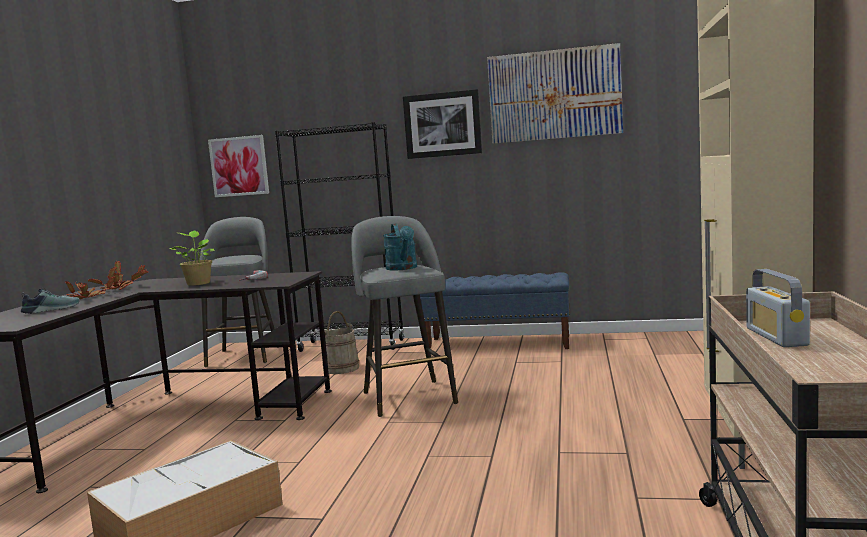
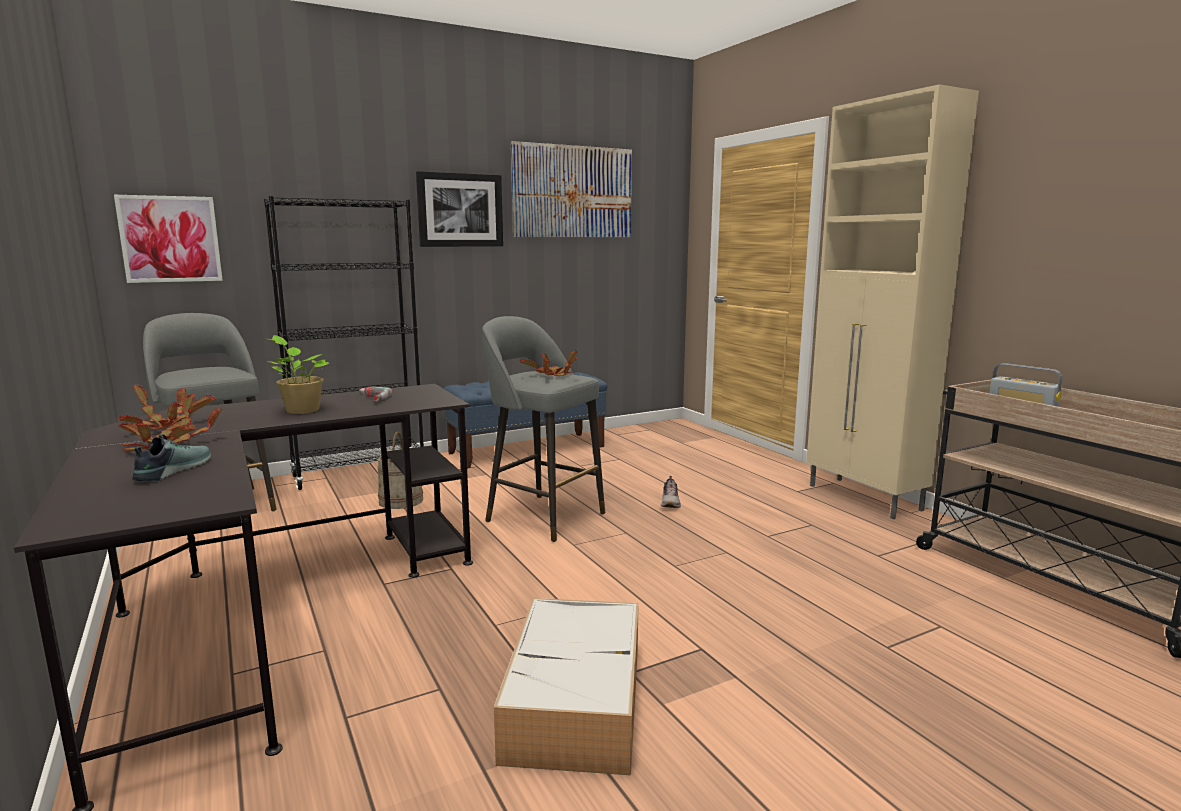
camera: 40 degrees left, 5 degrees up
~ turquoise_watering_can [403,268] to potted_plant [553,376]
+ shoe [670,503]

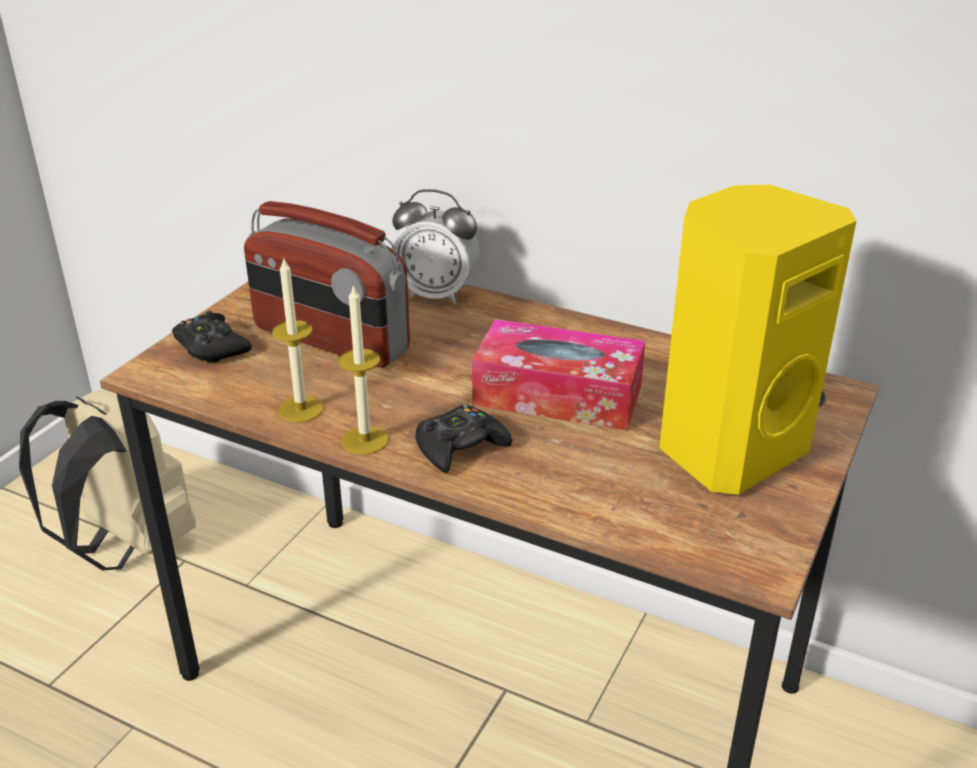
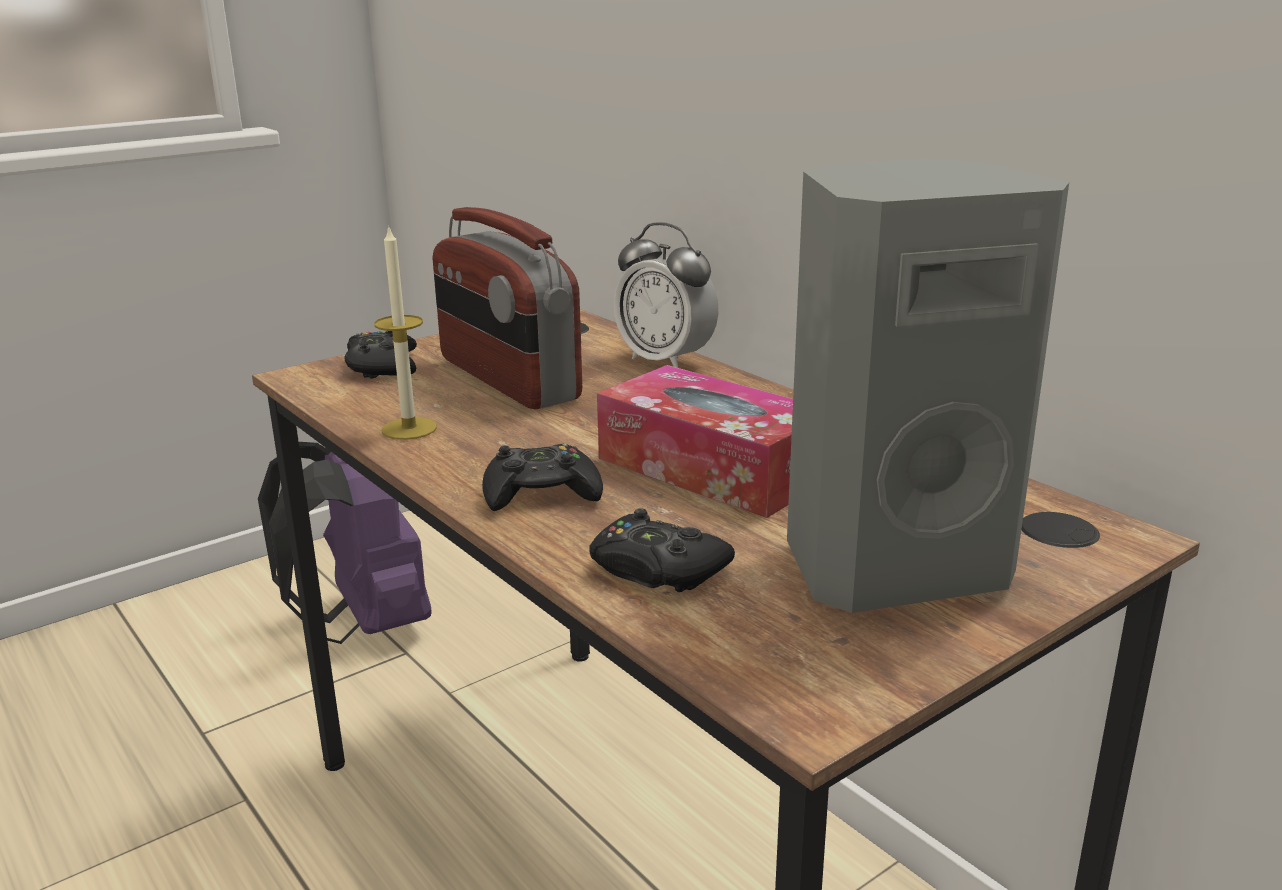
camera: 25 degrees right, 10 degrees down
~ yellow_speaker [727,449] to grey_speaker [889,565]
- candle [365,440]
~ beige_backpack [127,545] to purple_backpack [363,624]
+ black_game_controller [656,569]

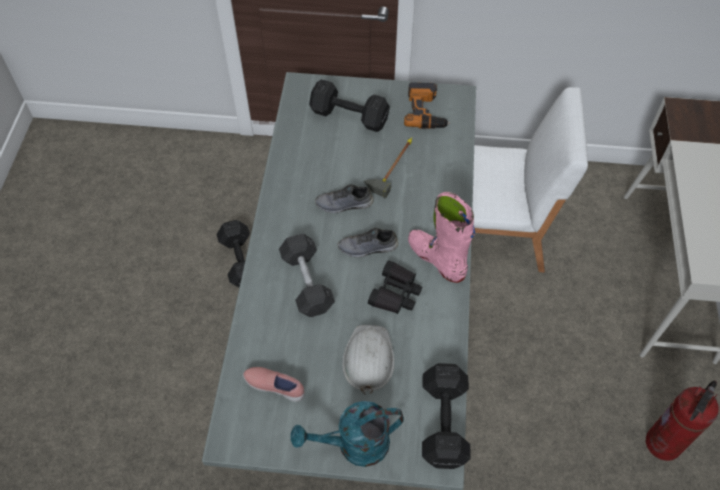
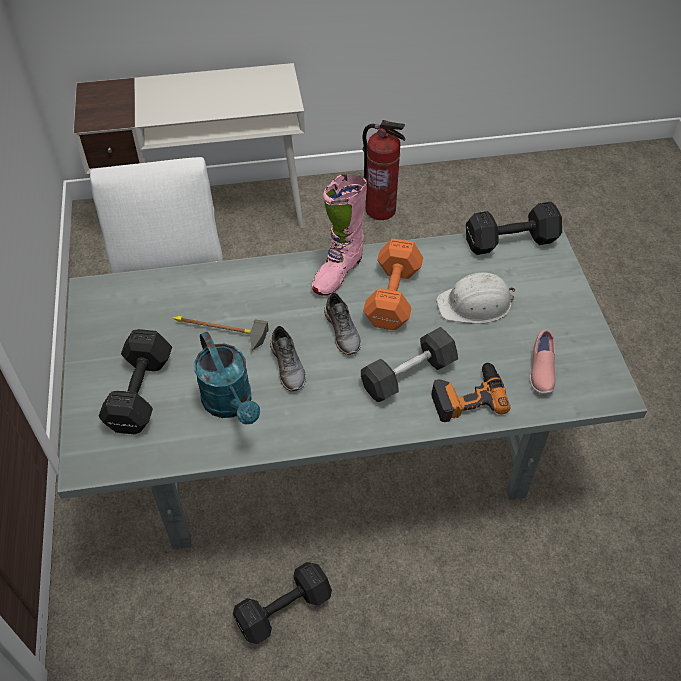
camera: 105 degrees left, 5 degrees down
~ power_drill [426,111] to [467,396]
~ black_binoculars [395,293] to orange_dumbbell [391,298]
~ turquoise_watering_can [354,446] to [231,404]

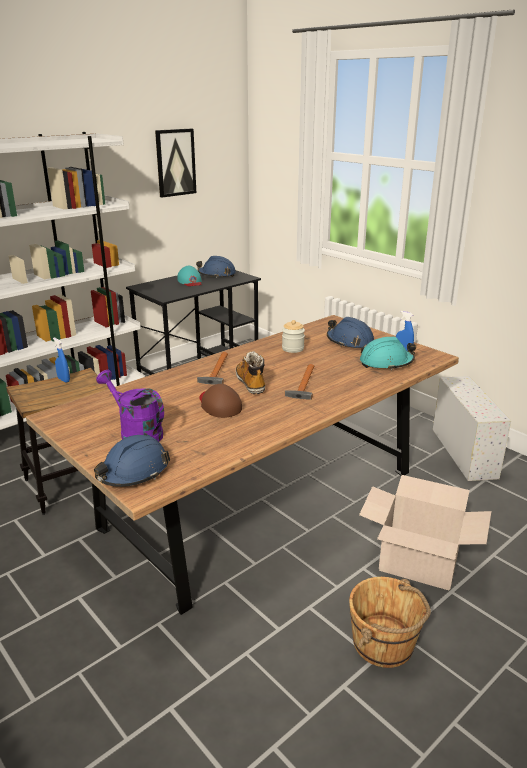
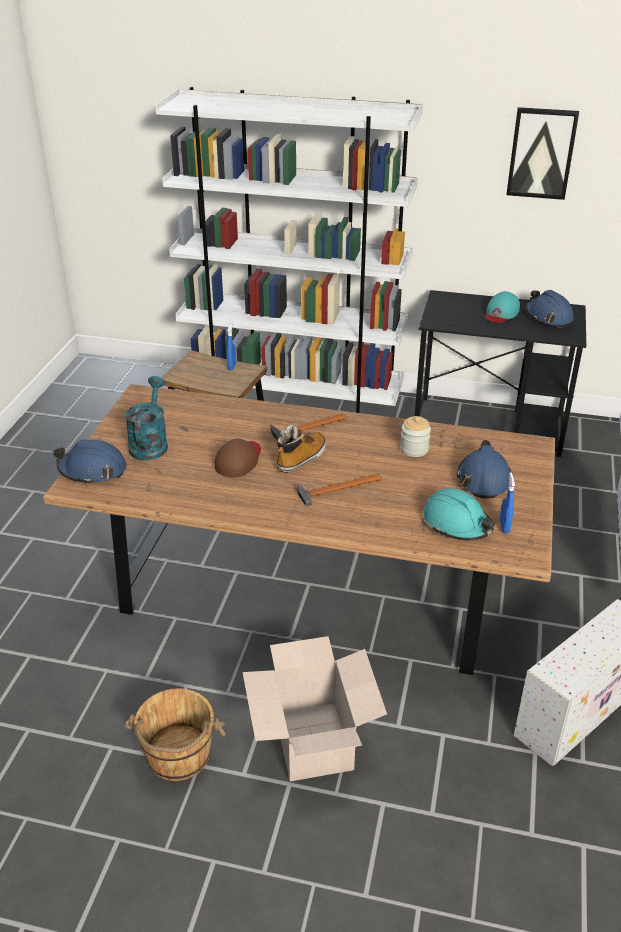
camera: 55 degrees right, 10 degrees up
~ purple_watering_can [136,433] to turquoise_watering_can [150,443]

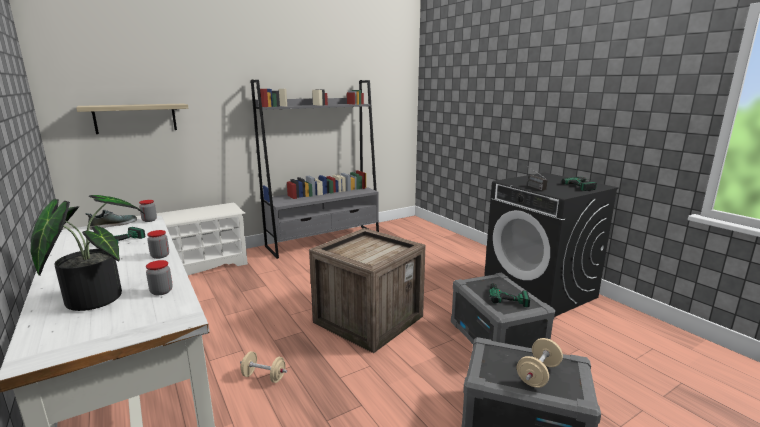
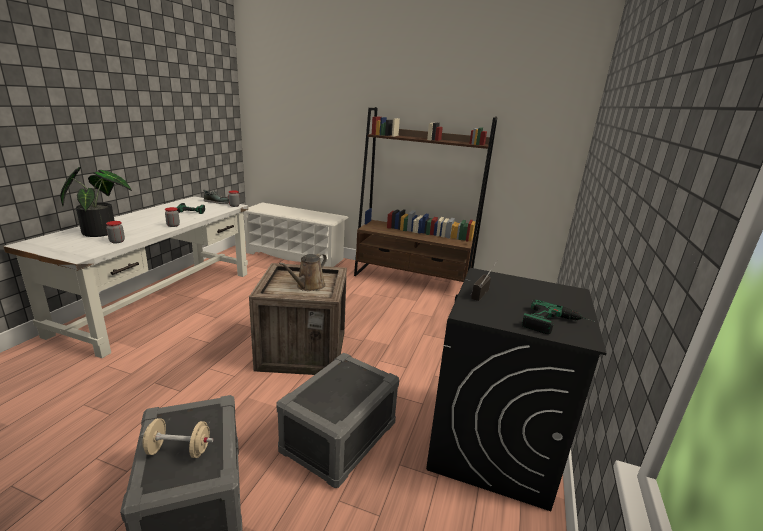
camera: 50 degrees right, 5 degrees up
~ grey_bookcase [324,241] to brown_bookcase [412,280]
- shelf [135,118]
- power_drill [507,295]
- beige_dumbbell [264,377]
+ brown_watering_can [308,286]

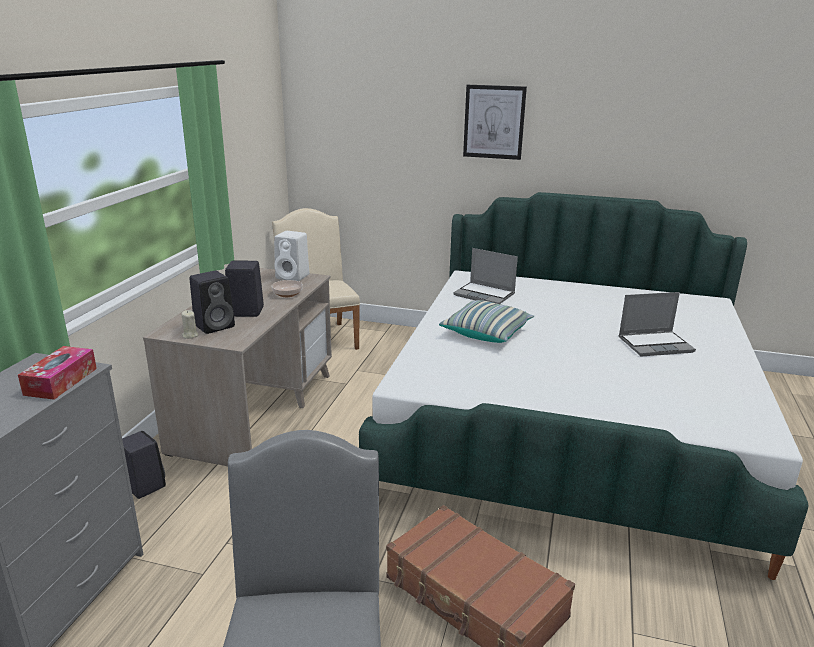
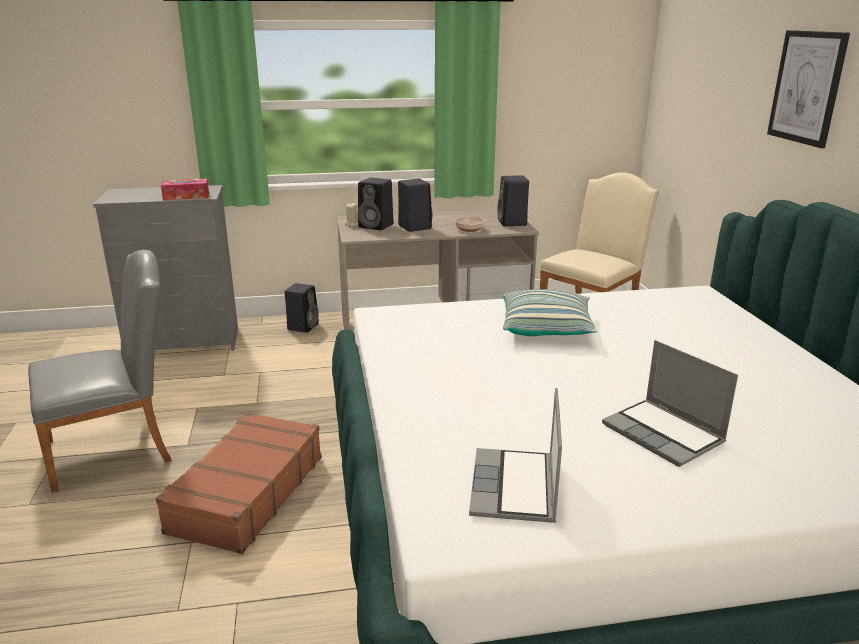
camera: 65 degrees right, 0 degrees up
~ white_speaker [293,276] to black_speaker [512,223]
~ laptop [485,295] to [515,488]

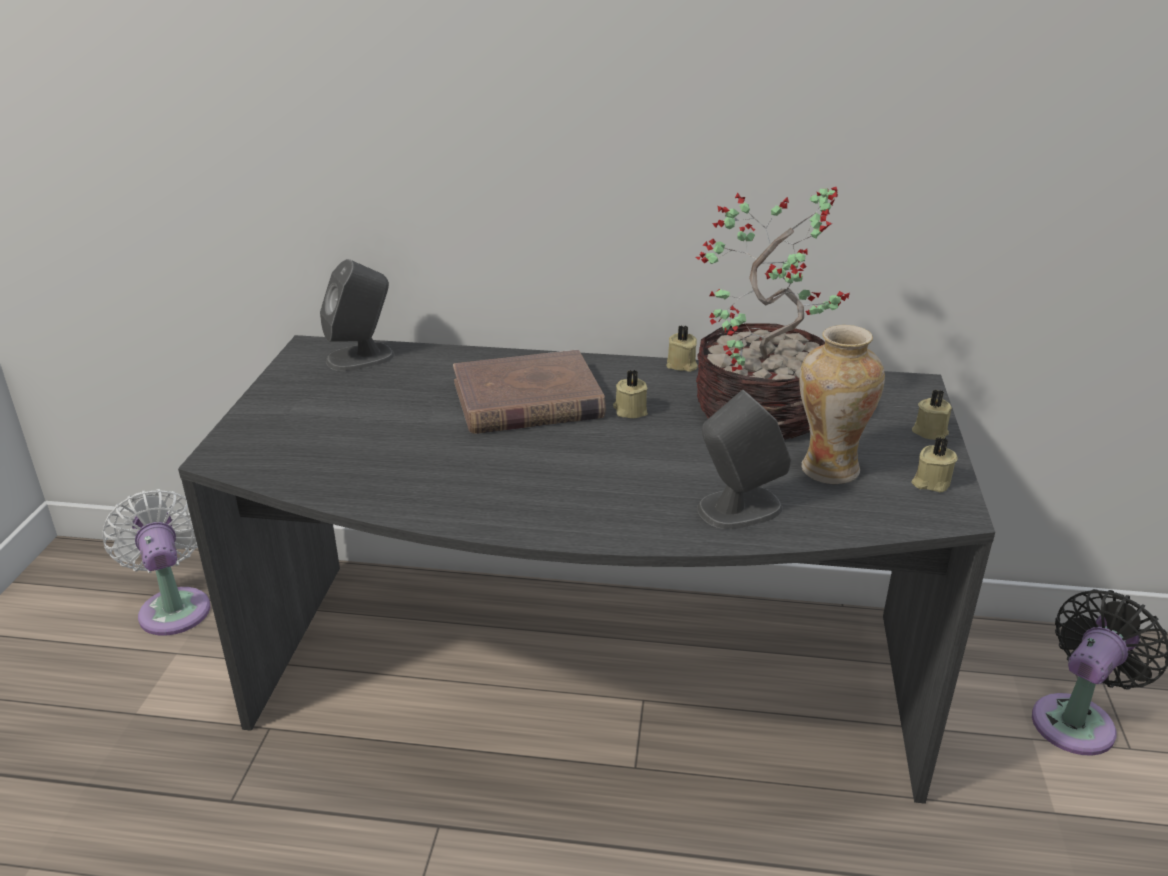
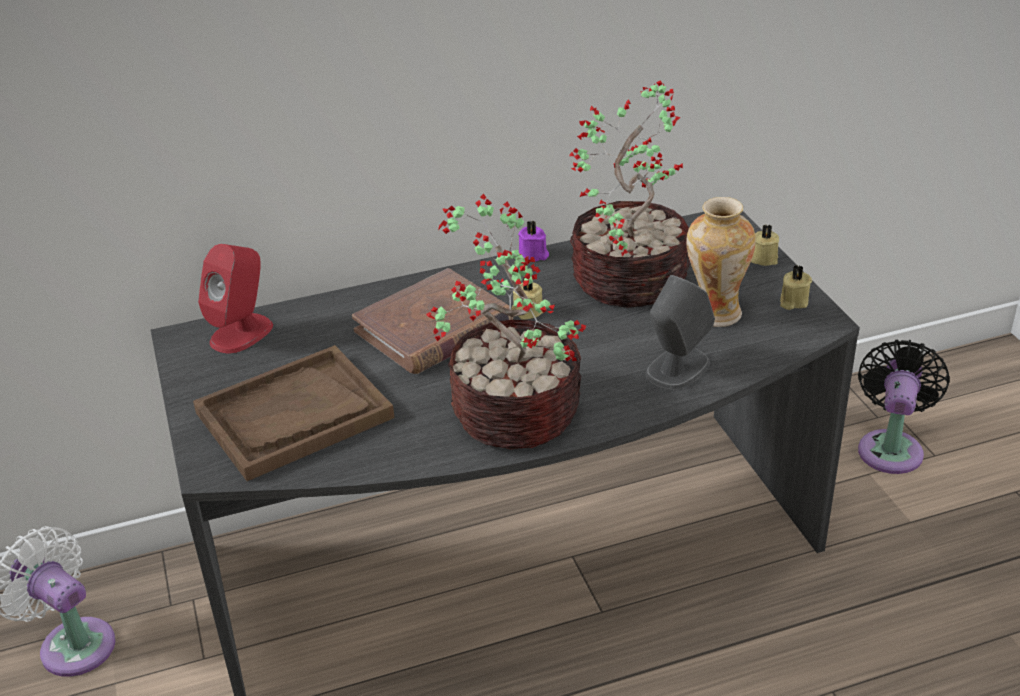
camera: 25 degrees left, 5 degrees up
~ grey_speaker [361,357] to red_speaker [242,333]
~ beige_candle [682,365] to purple_candle [533,255]
+ potted_plant [512,411]
+ brown_tray [294,416]

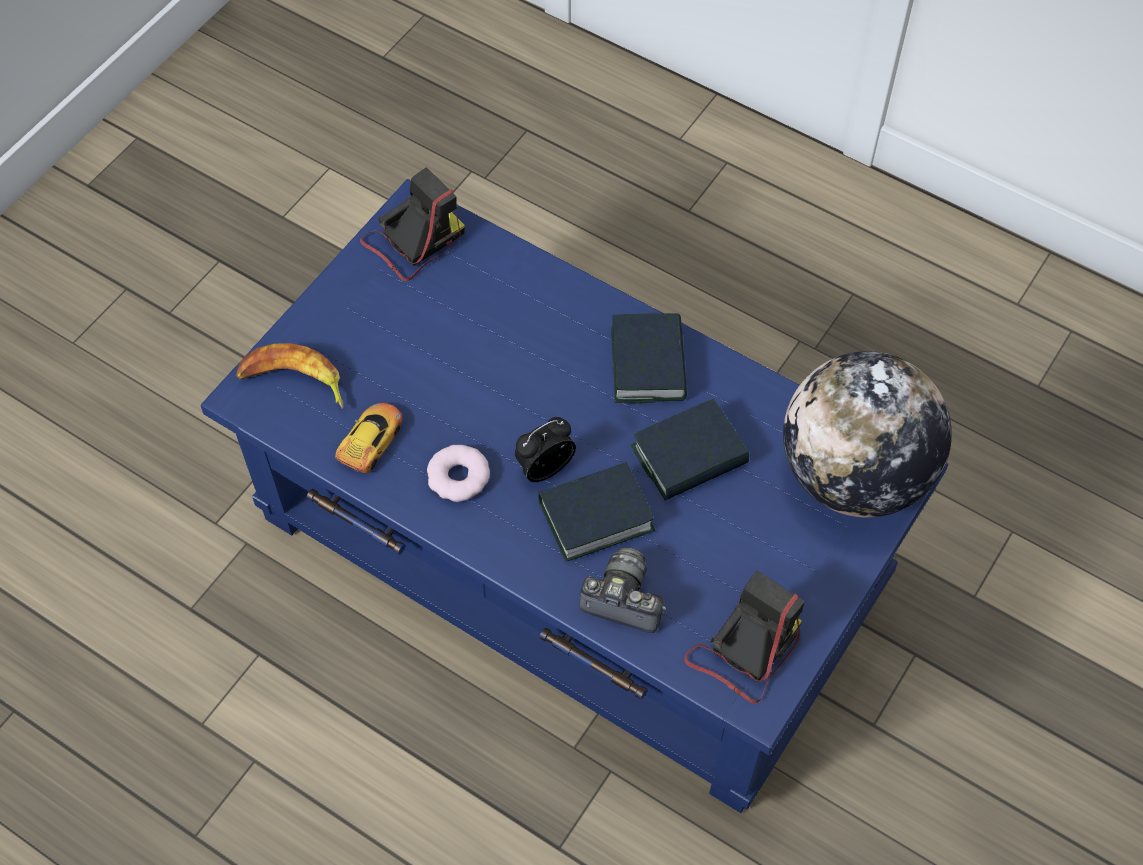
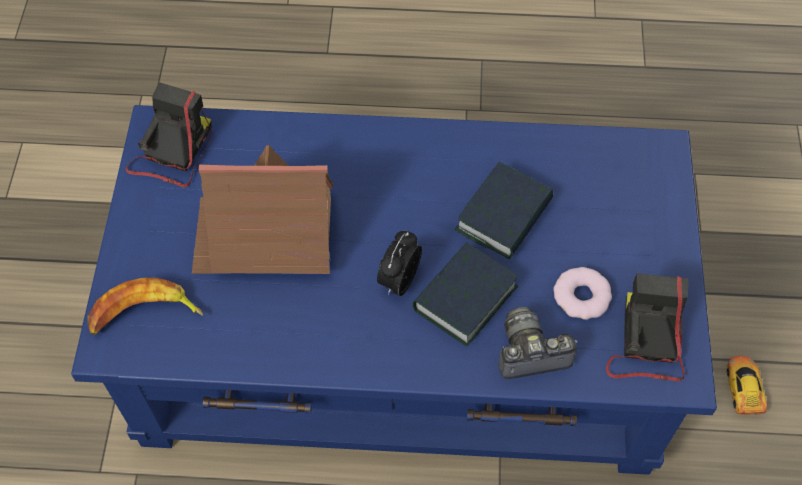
camera: 30 degrees left, 0 degrees up
- book [648,364]
- globe [854,476]
~ toy_car [370,441] to [744,388]
~ donut [458,477] to [582,296]
+ toy_house [266,235]

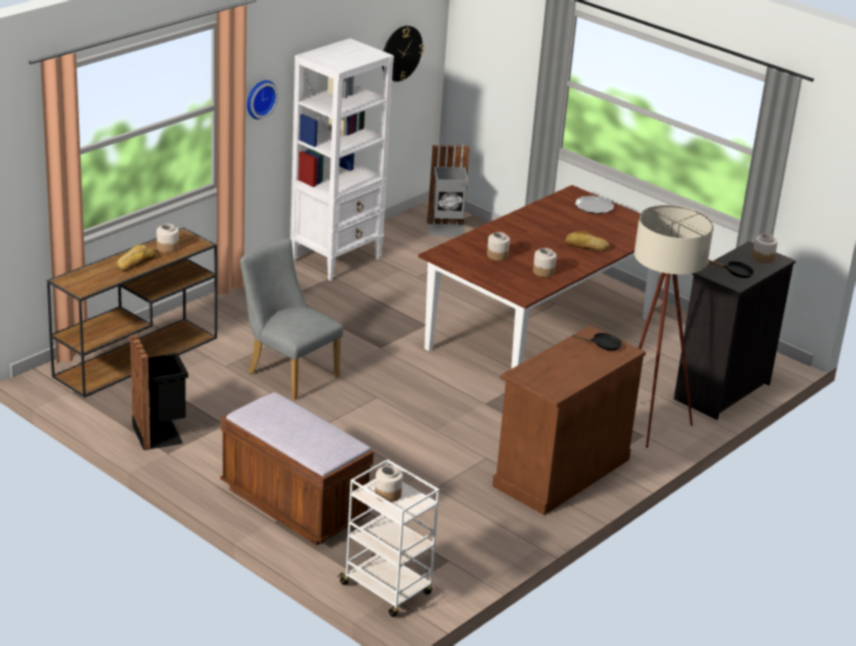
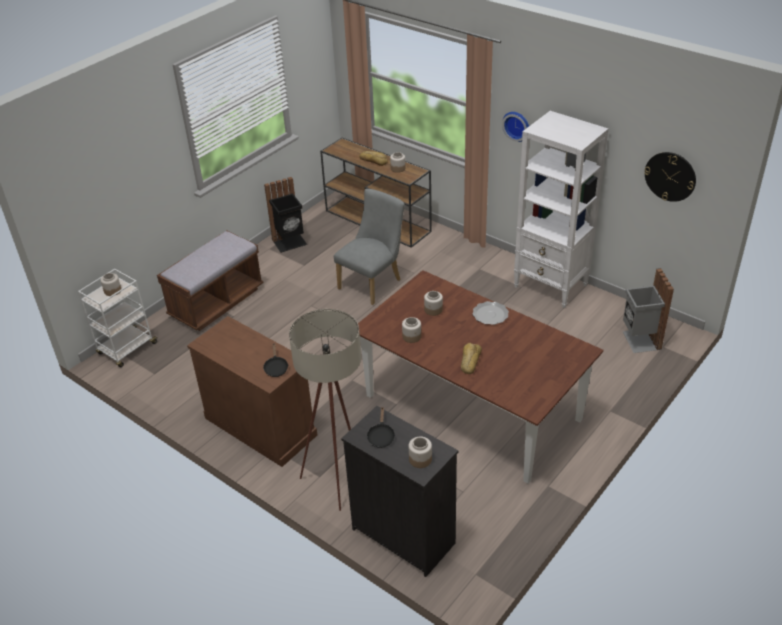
camera: 90 degrees right, 10 degrees up
~ plate [594,206] to [490,314]

